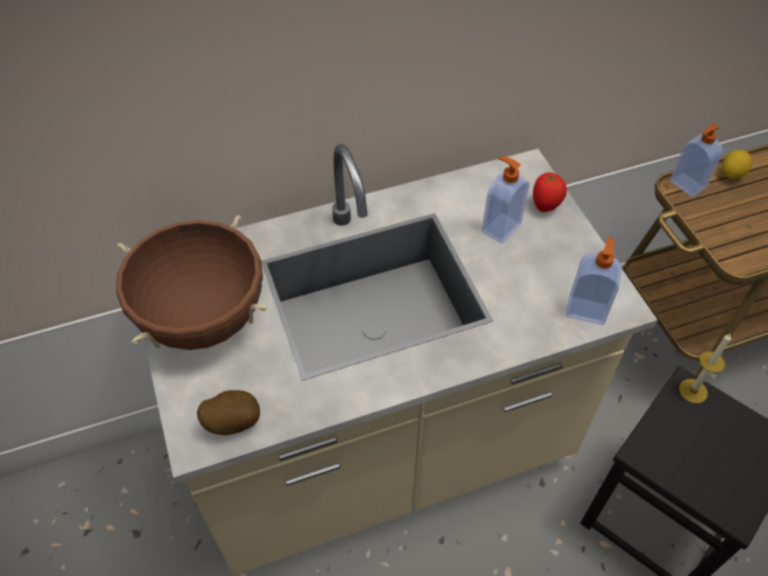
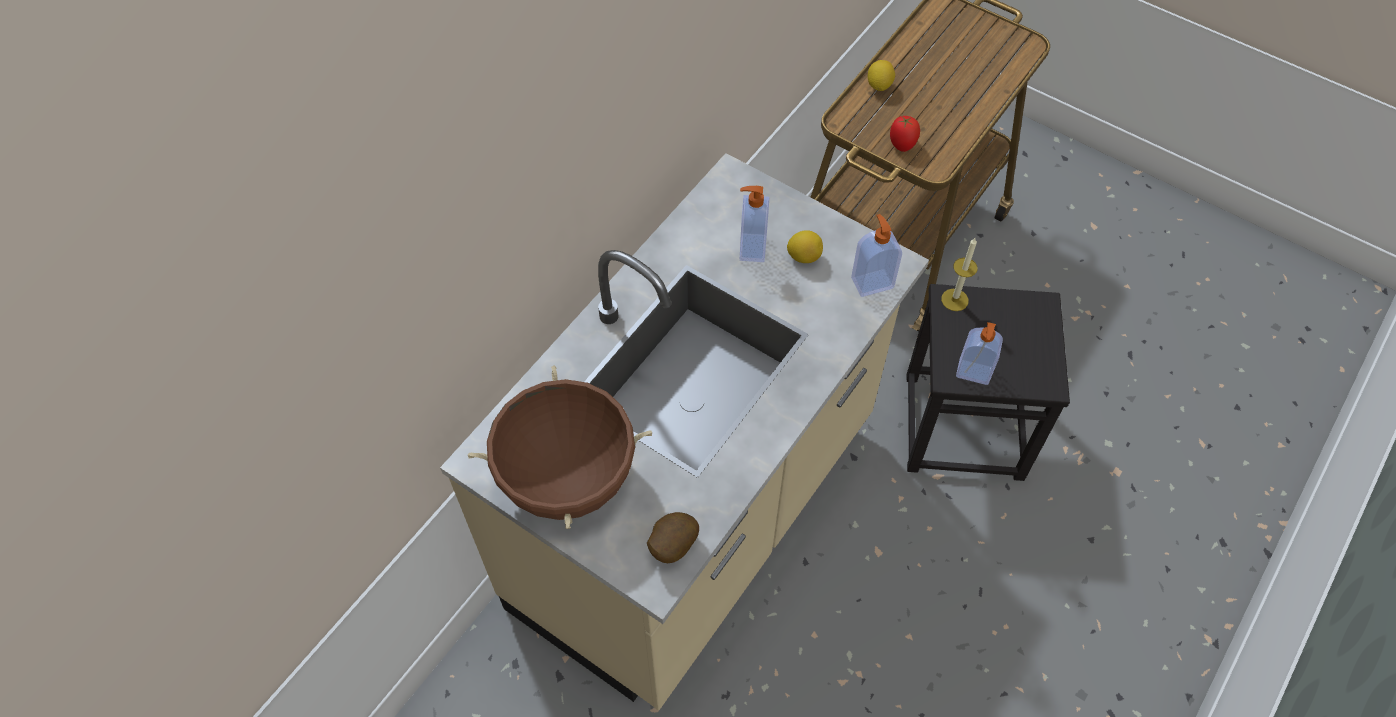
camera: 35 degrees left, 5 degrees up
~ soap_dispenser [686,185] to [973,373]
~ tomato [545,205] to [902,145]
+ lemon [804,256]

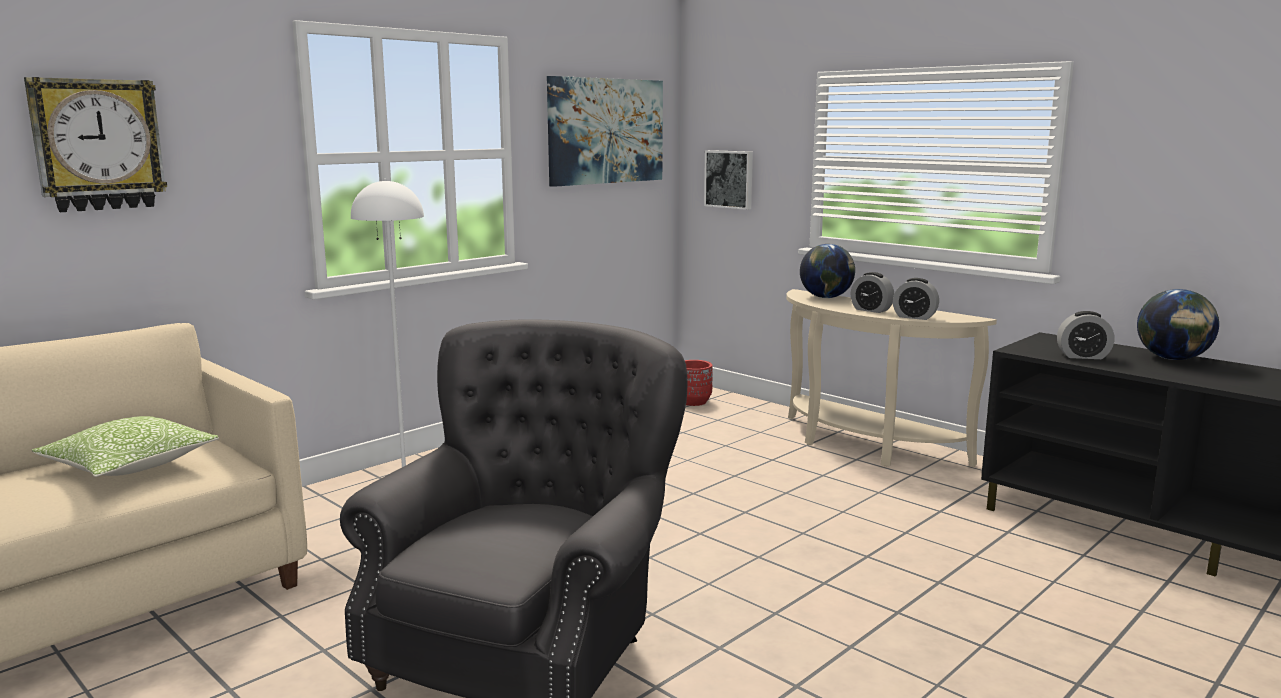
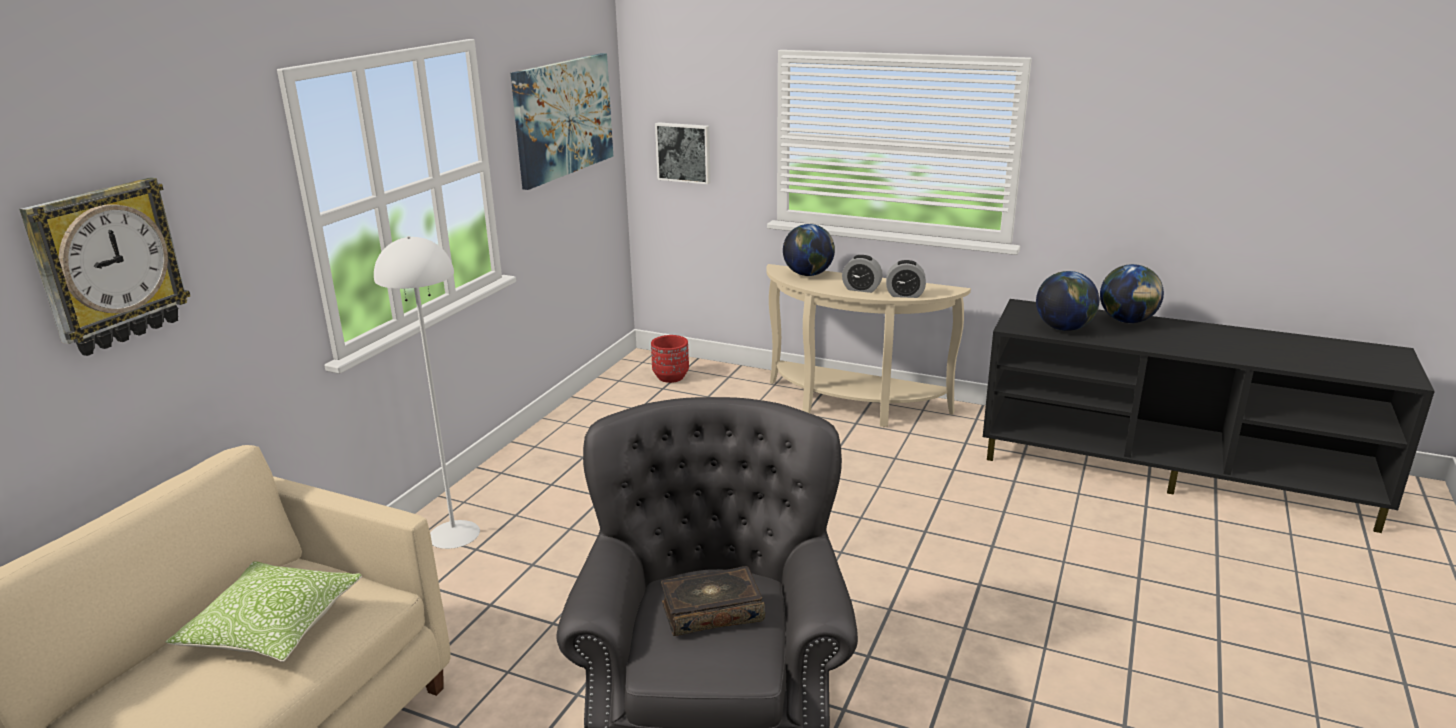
camera: 20 degrees left, 10 degrees up
~ alarm_clock [1083,356] to globe [1063,328]
+ book [712,611]

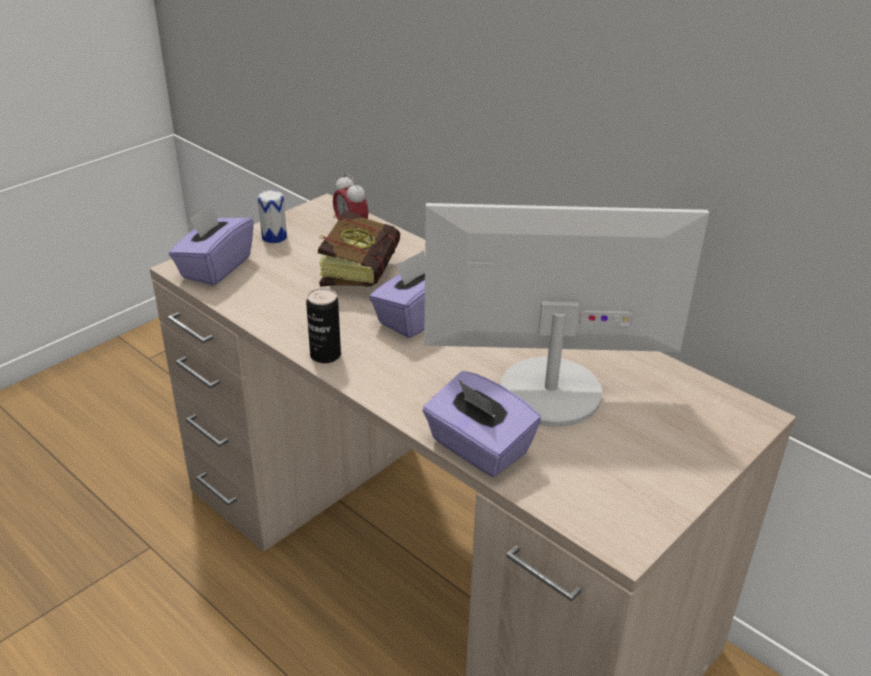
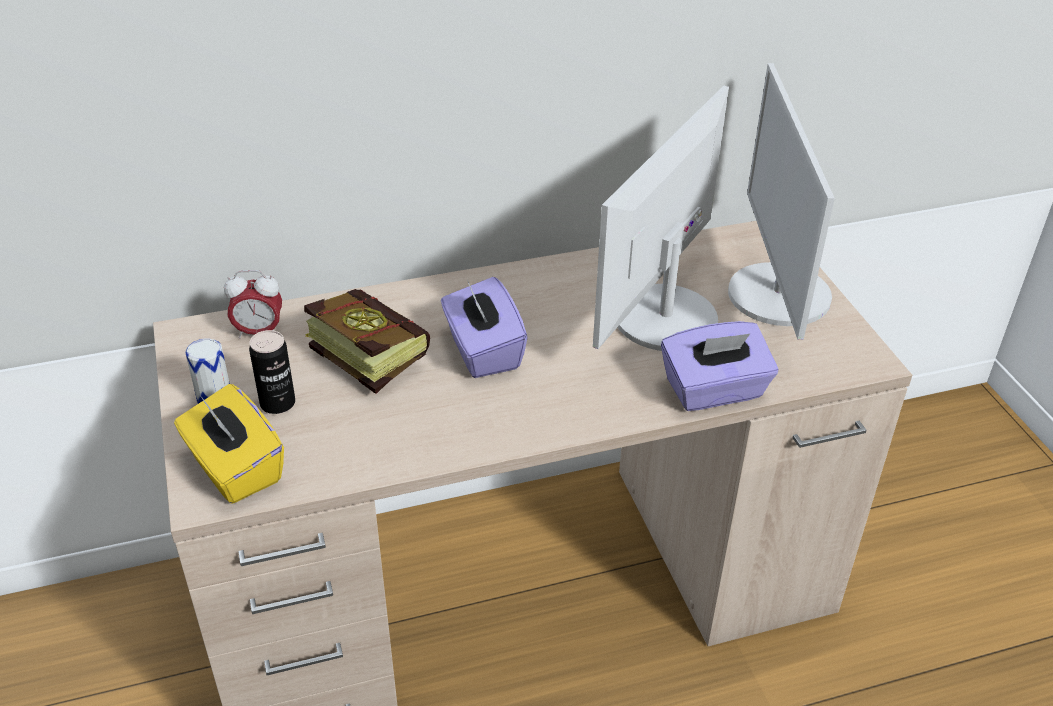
camera: 60 degrees left, 5 degrees up
~ purple_tissue_box [215,267] to yellow_tissue_box [234,469]
~ can [325,355] to [277,403]
+ monitor [777,296]

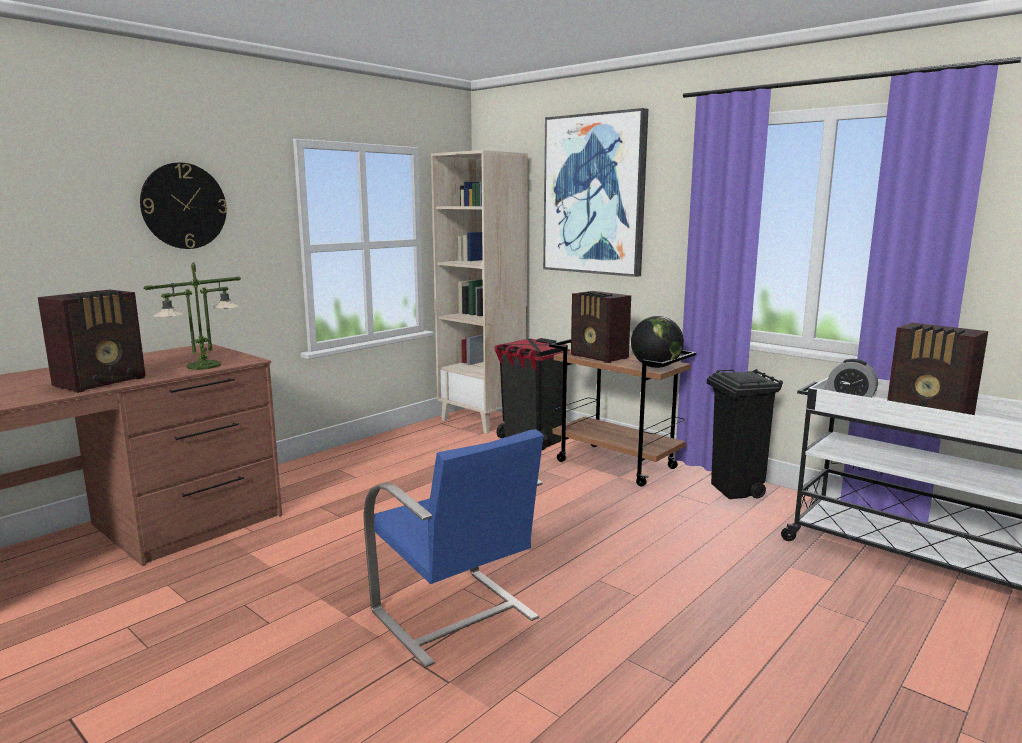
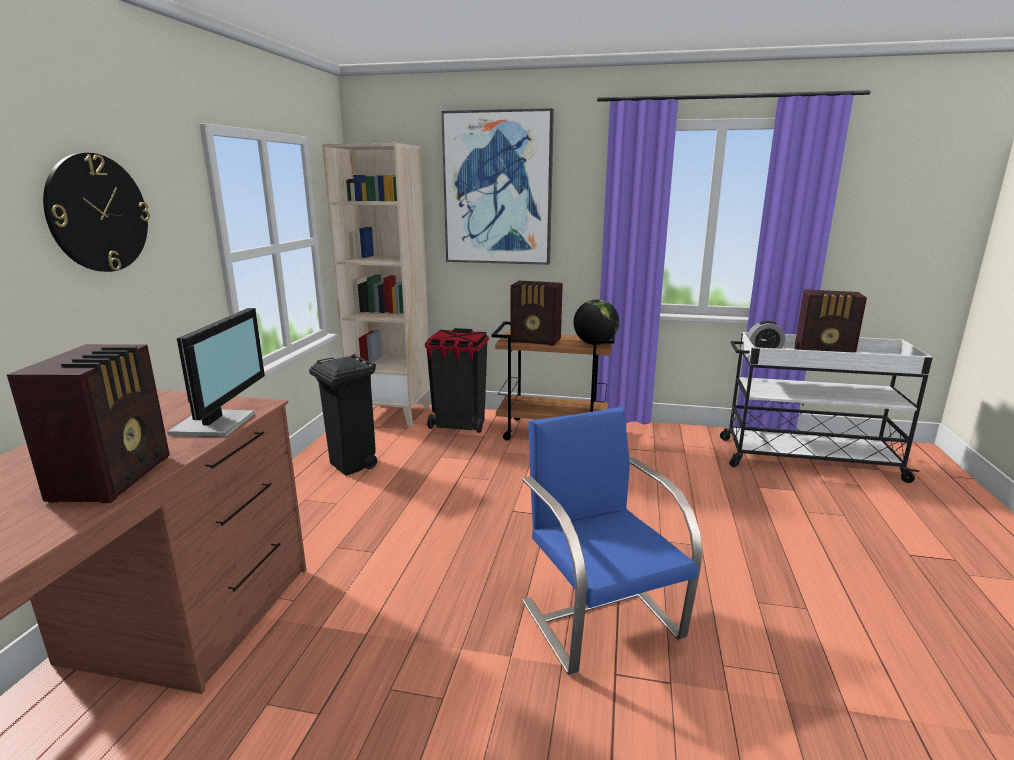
camera: 30 degrees left, 5 degrees up
~ table_lamp [203,366] to monitor [217,423]
~ black_trash_can [736,491] to [352,465]
~ blue_chair [455,616] = [600,617] 135 degrees counterclockwise

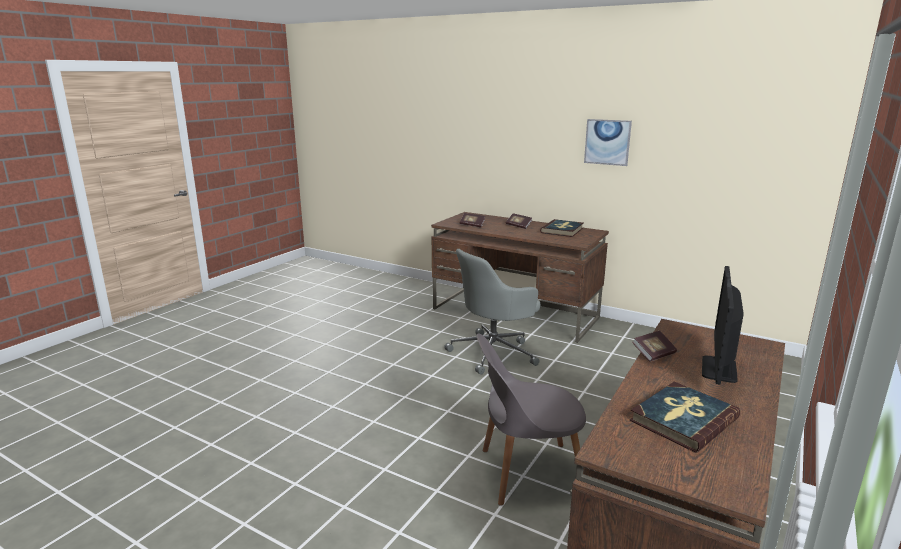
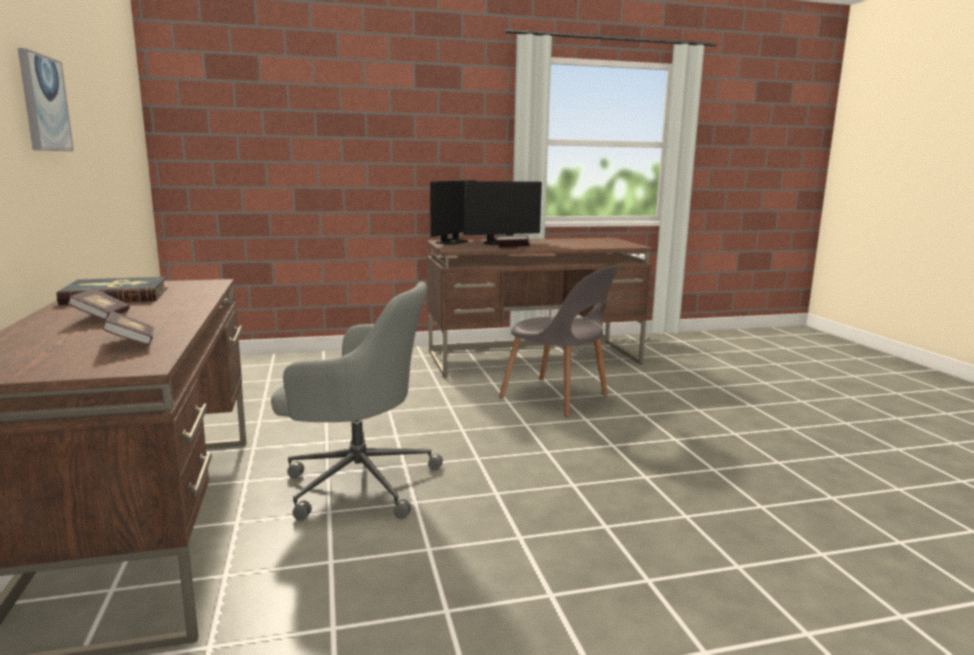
camera: 135 degrees left, 5 degrees down
- book [683,419]
+ monitor [452,242]

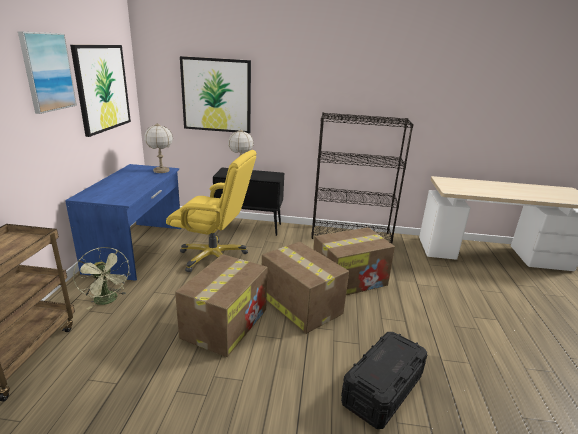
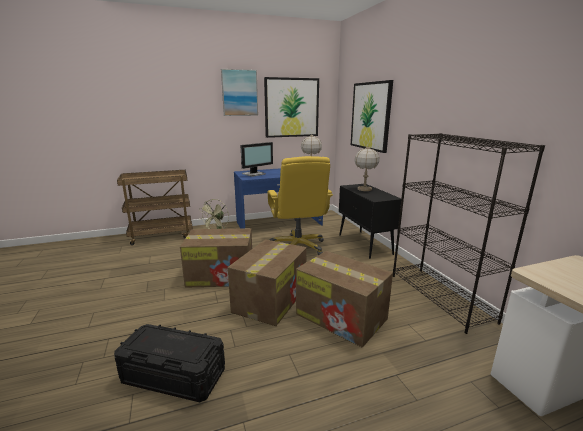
camera: 65 degrees right, 5 degrees down
+ monitor [254,174]

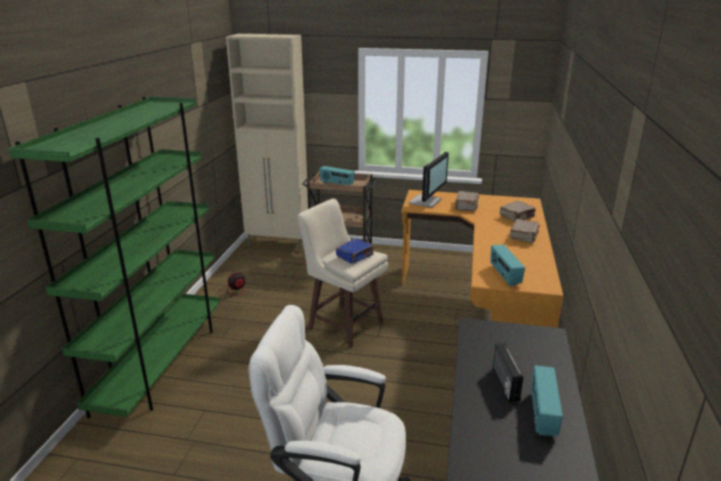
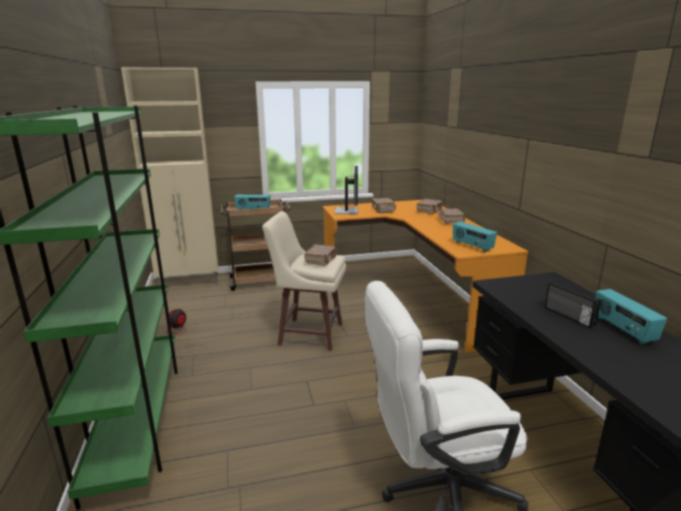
camera: 25 degrees left, 5 degrees down
~ blue_book [355,257] to brown_book [321,261]

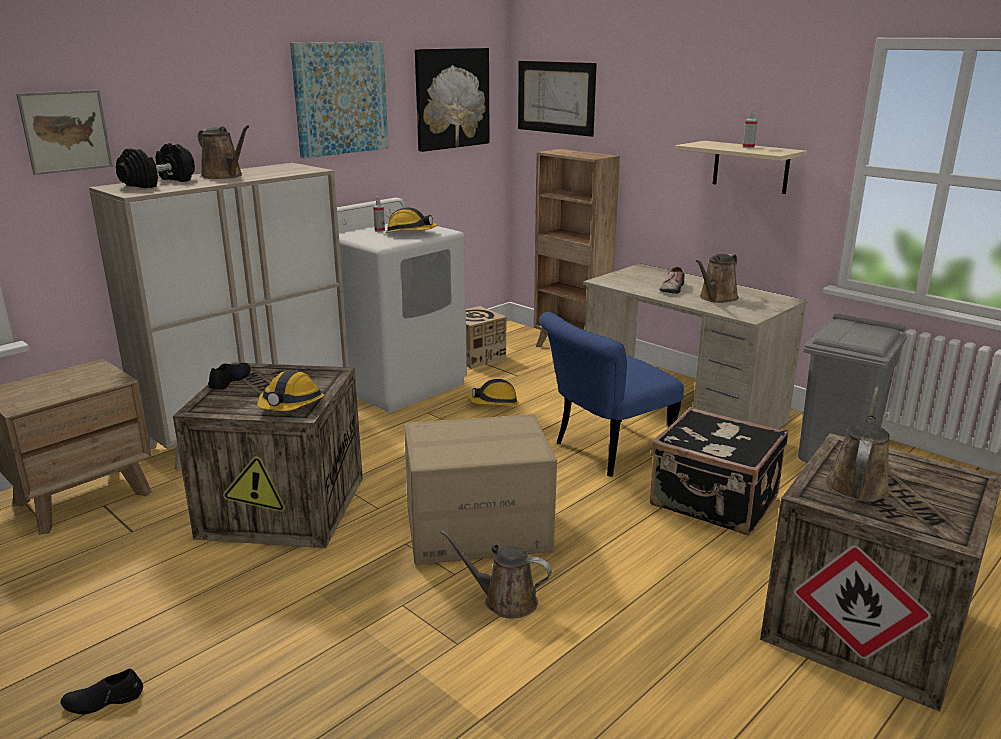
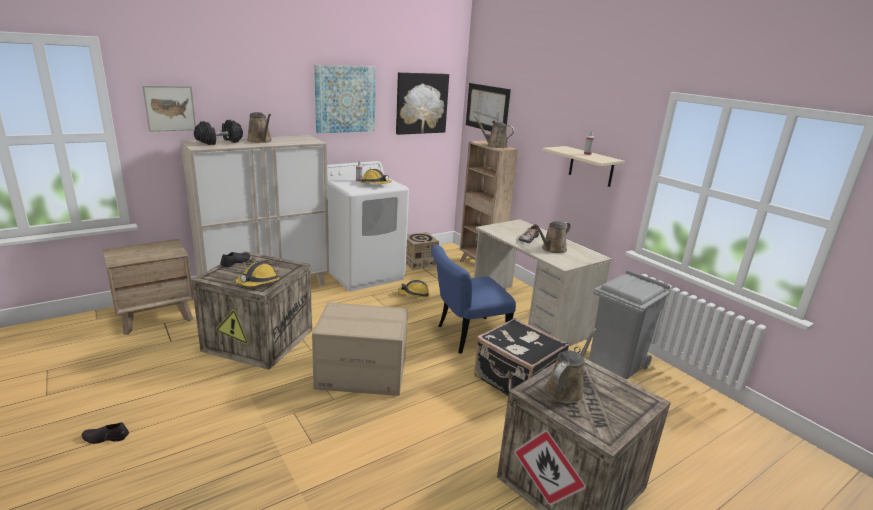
camera: 10 degrees right, 0 degrees up
~ brown_watering_can [505,600] to [495,146]

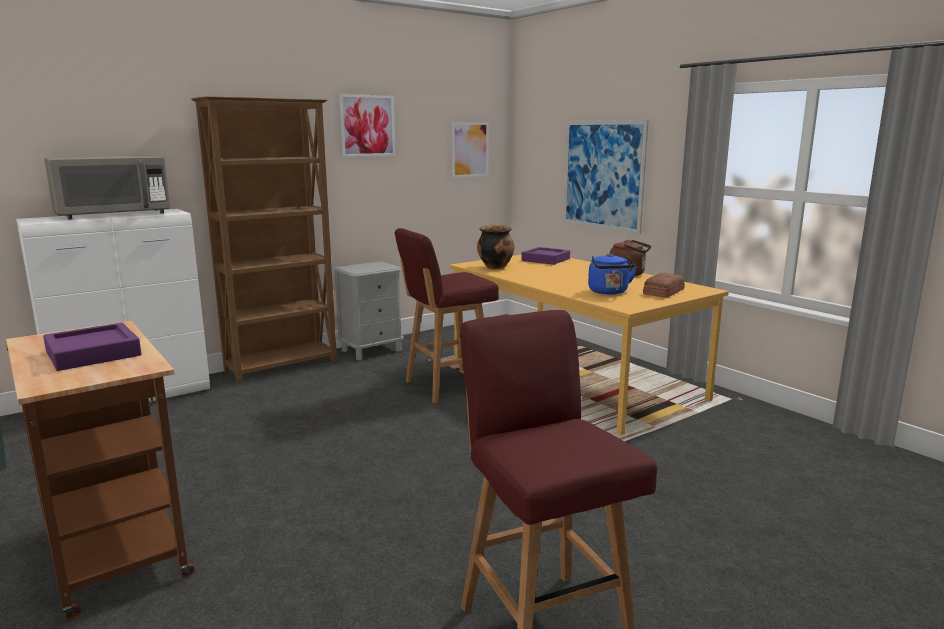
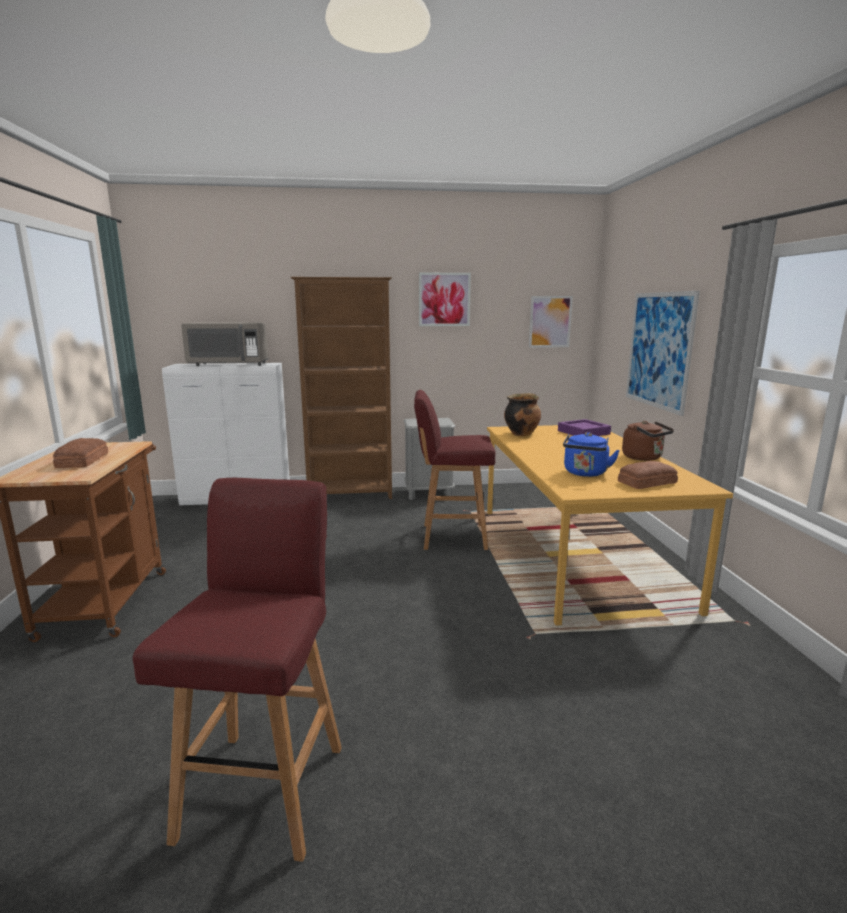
camera: 30 degrees right, 0 degrees up
~ purple_tray [93,353] to bread [81,461]

